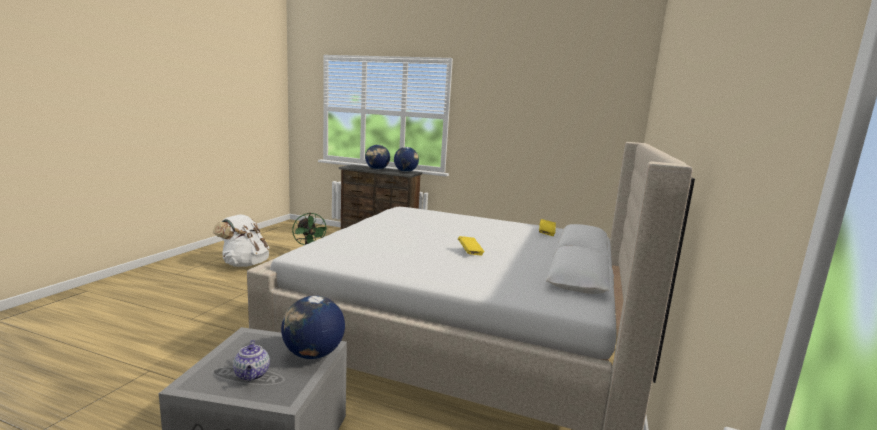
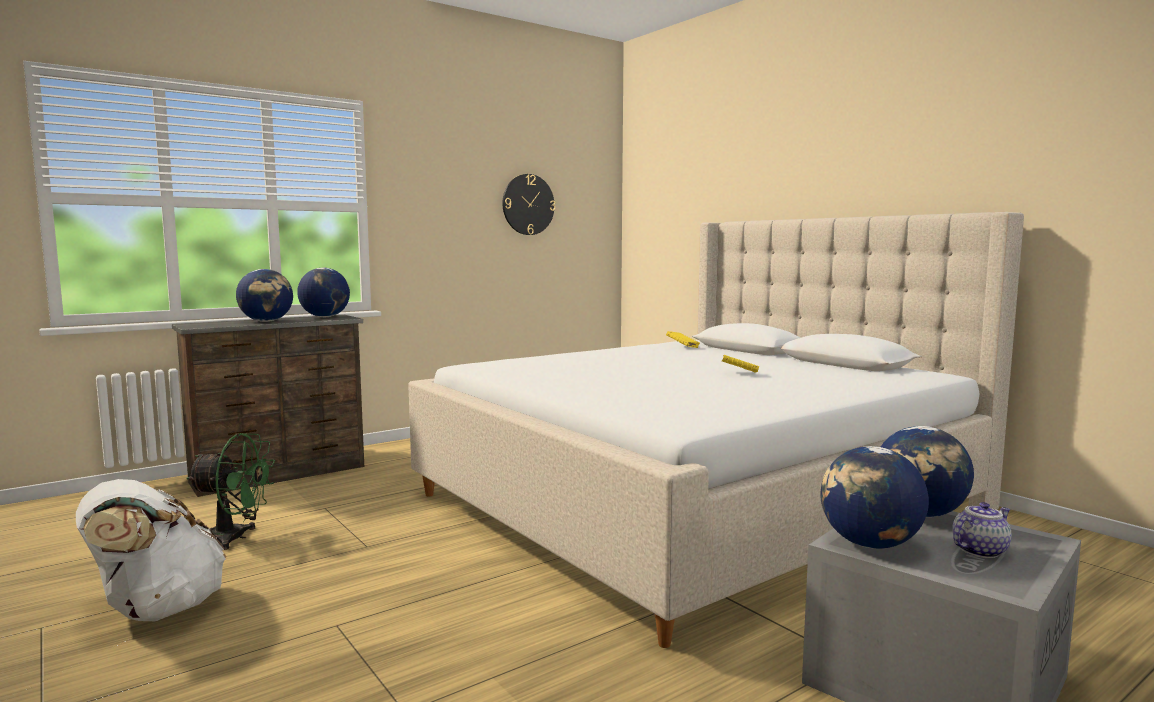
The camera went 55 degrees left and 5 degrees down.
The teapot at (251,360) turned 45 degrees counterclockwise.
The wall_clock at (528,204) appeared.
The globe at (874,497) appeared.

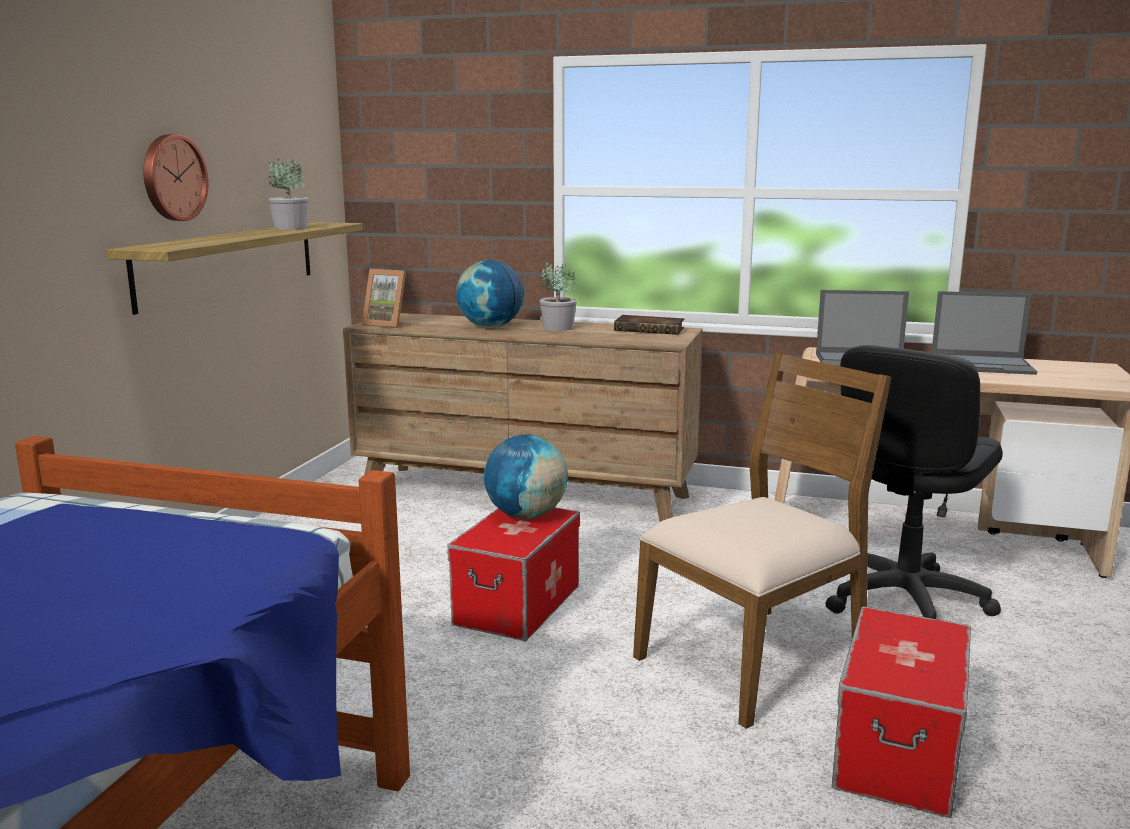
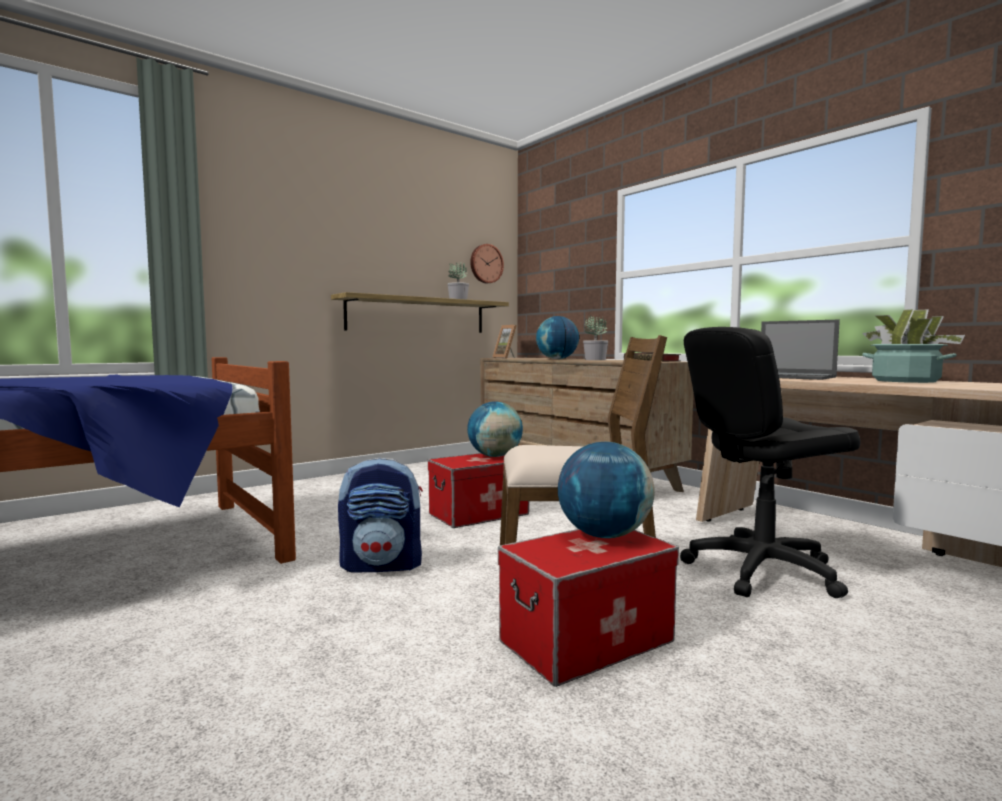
The camera went 35 degrees right and 10 degrees down.
The wall_clock moved from (175,177) to (487,263).
The laptop at (984,333) was replaced by the potted_plant at (913,346).
The backpack at (380,515) appeared.
The globe at (606,490) appeared.

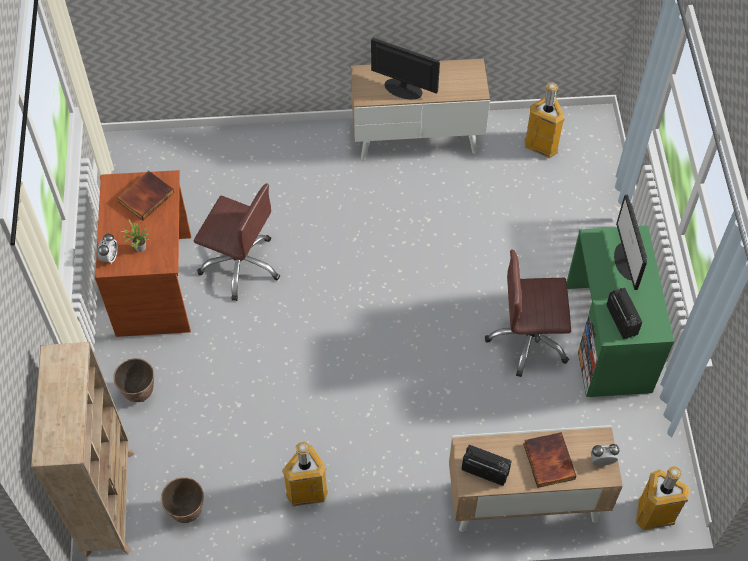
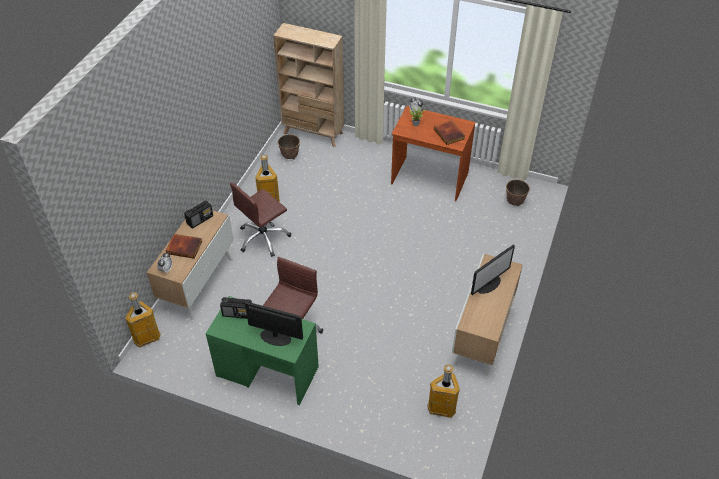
The camera went 115 degrees right and 10 degrees down.
The planter moved from (133,380) to (518,193).
The brown_office_chair moved from (236,242) to (260,220).

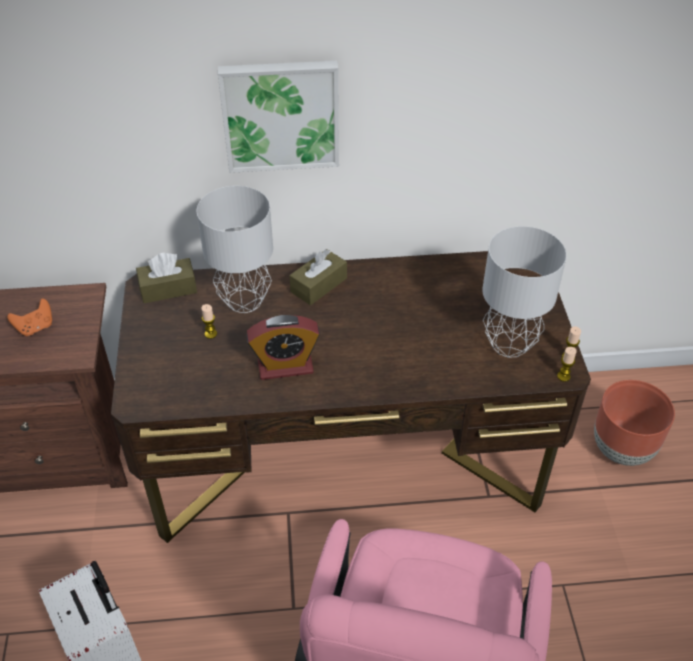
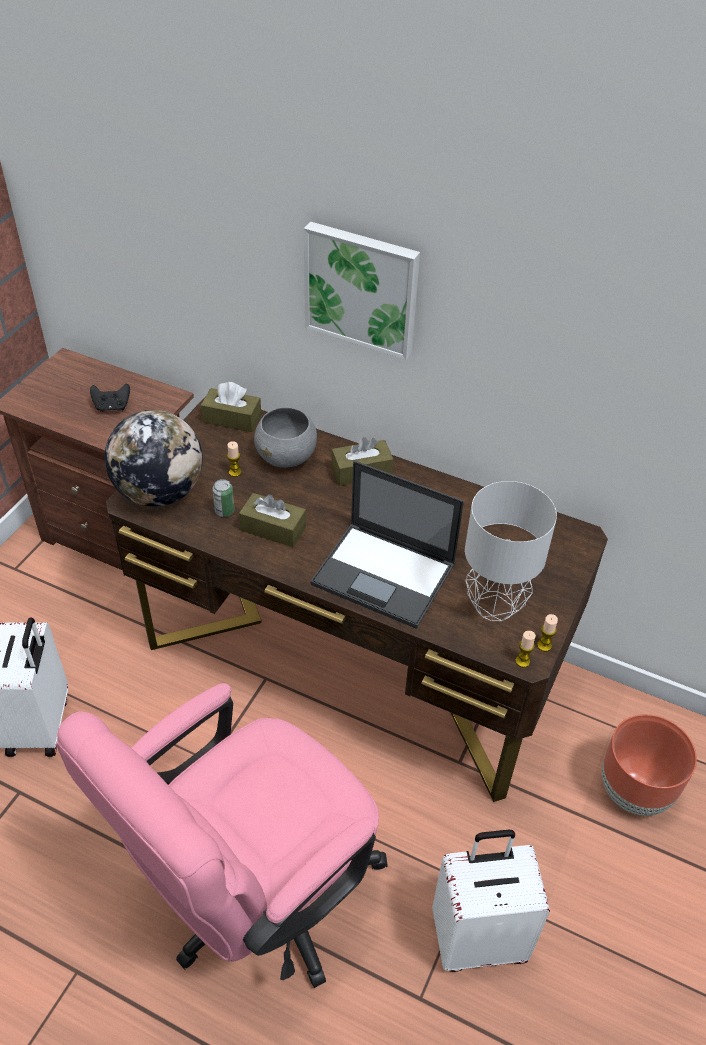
The camera went 30 degrees right and 0 degrees up.
The orange_game_controller at (29,318) became the black_game_controller at (110,397).
The grey_table_lamp at (235,249) was replaced by the grey_bowl at (285,437).
The alarm_clock at (283,347) was replaced by the brown_tissue_box at (272,520).
The globe at (154,458) appeared.
The can at (223,498) appeared.
The laptop at (387,545) appeared.
The white_suitcase at (491,901) appeared.

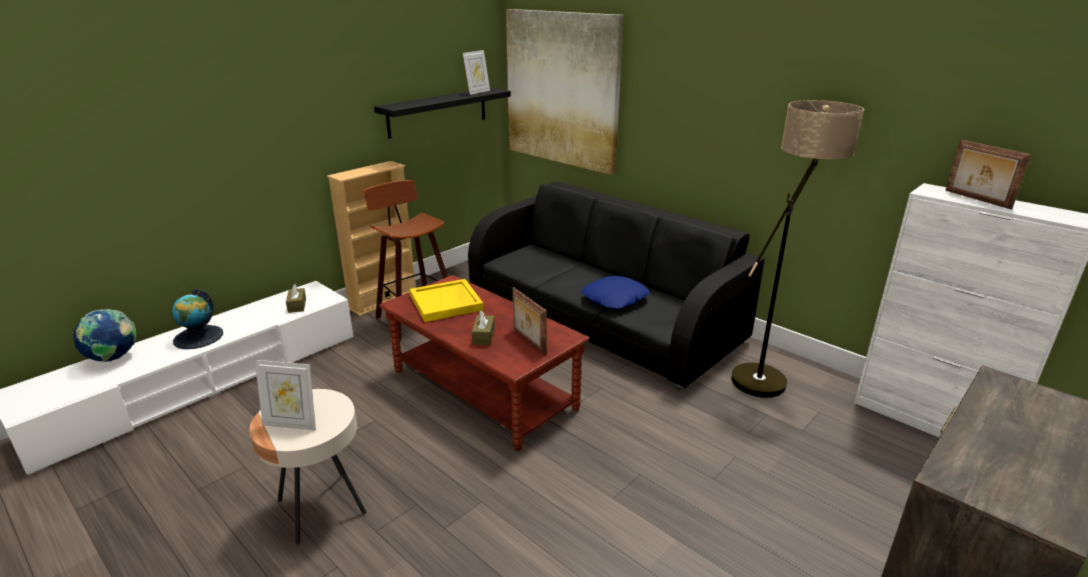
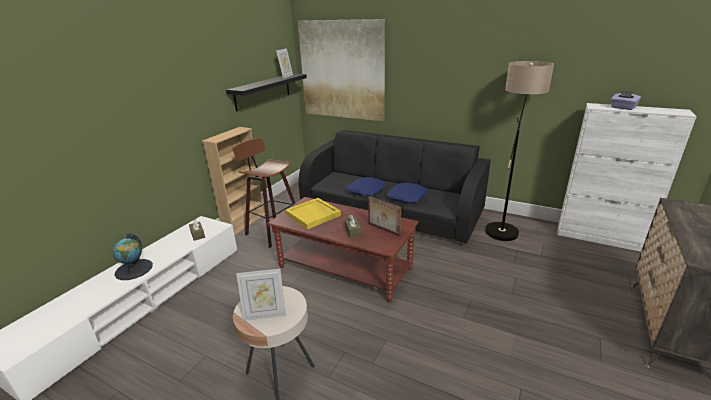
The camera went 15 degrees left and 0 degrees up.
The globe at (105,335) disappeared.
The picture_frame at (988,174) was replaced by the purple_tissue_box at (626,100).
The blue_pillow at (366,186) appeared.

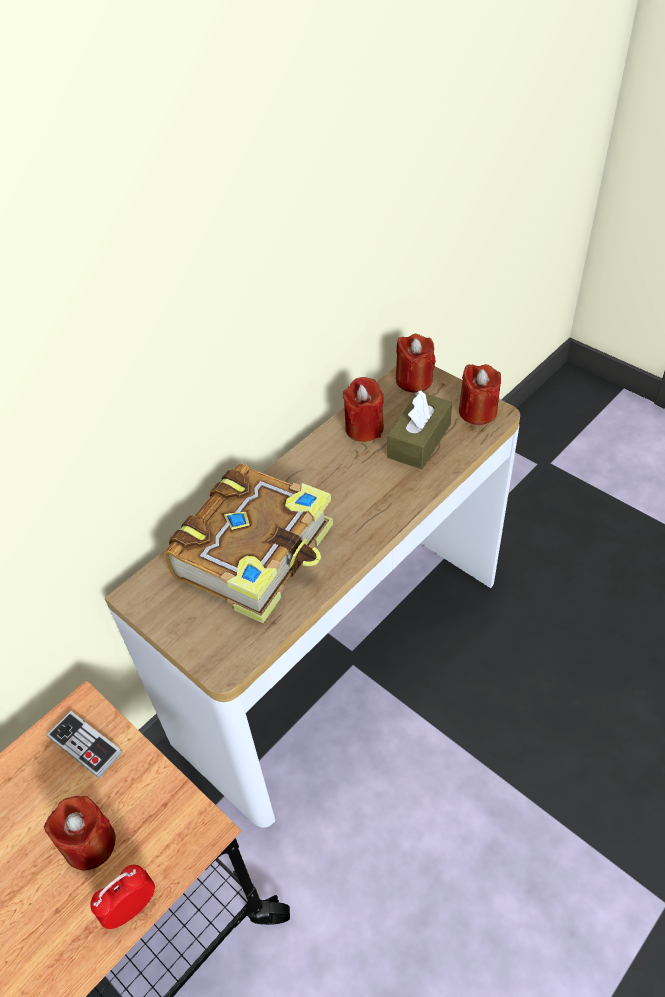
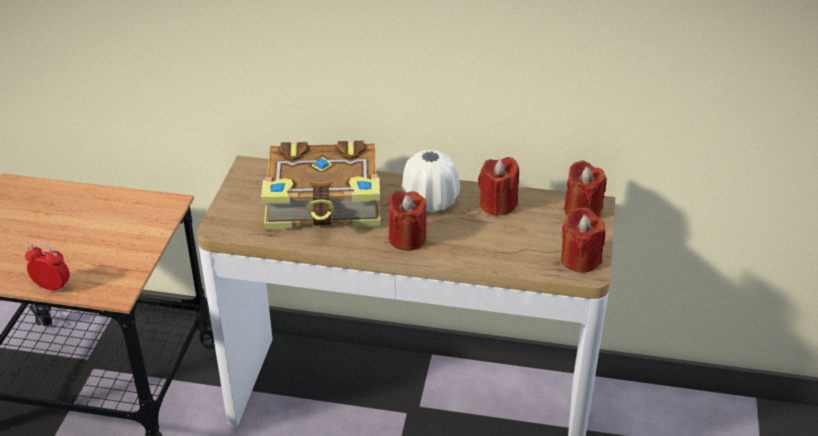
The camera went 55 degrees right and 10 degrees down.
The red_candle moved from (79,833) to (407,221).
The game_controller at (85,744) disappeared.
The brown_tissue_box at (419,429) disappeared.
The white_vase at (431,181) appeared.

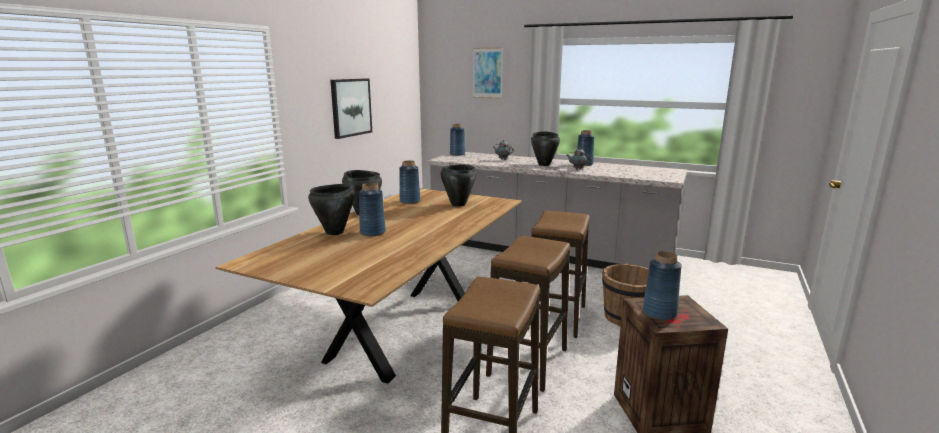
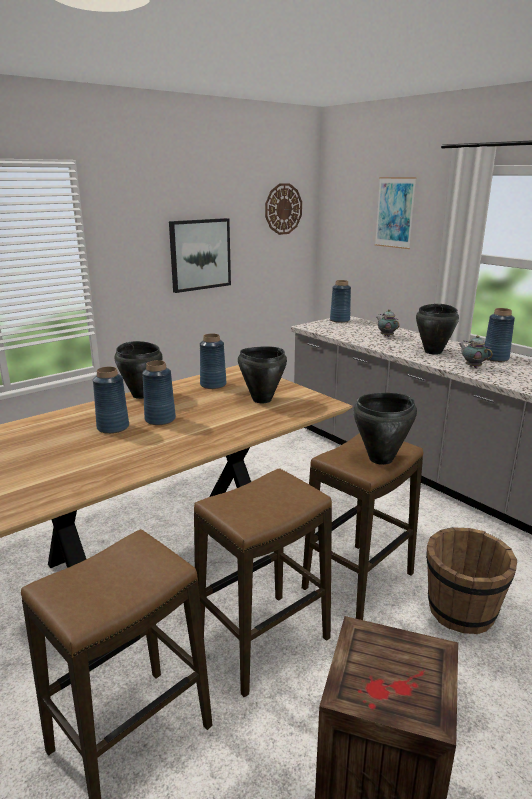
The camera went 25 degrees right and 5 degrees up.
The black_cooking_pot moved from (331,209) to (385,429).
The blue_vase moved from (662,285) to (159,392).
The wall_clock at (283,209) appeared.

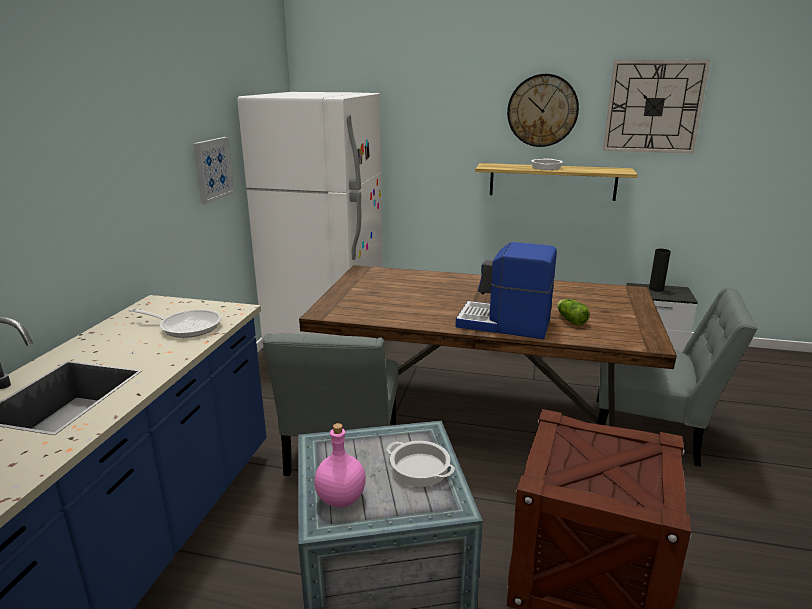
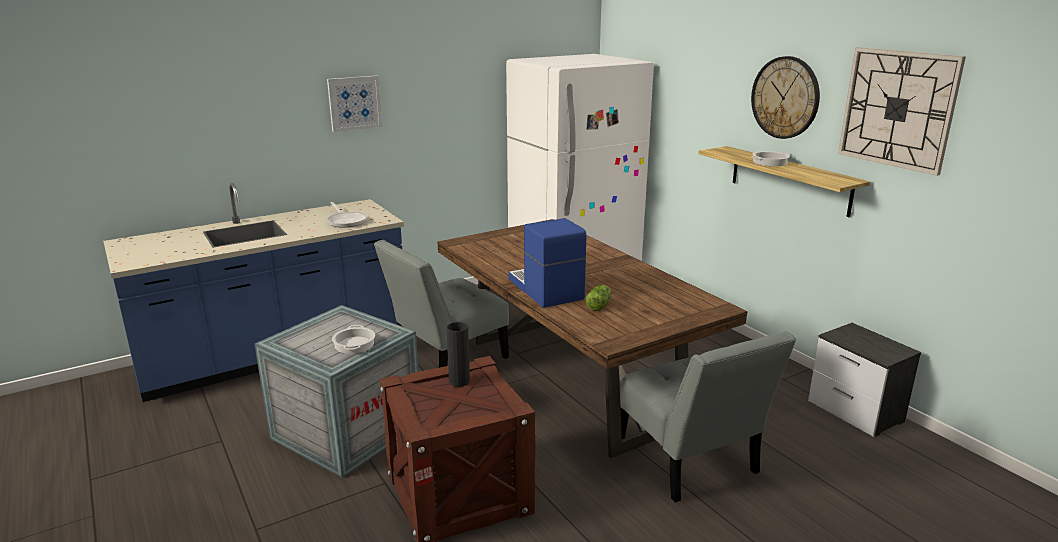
The camera went 45 degrees right and 0 degrees up.
The picture moved from (213,171) to (354,104).
The pink_bottle at (340,465) disappeared.
The black_vase moved from (660,270) to (458,354).

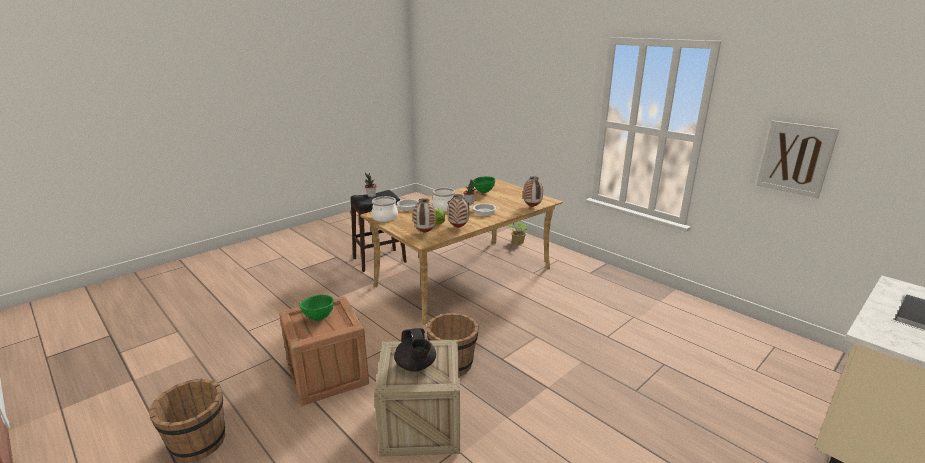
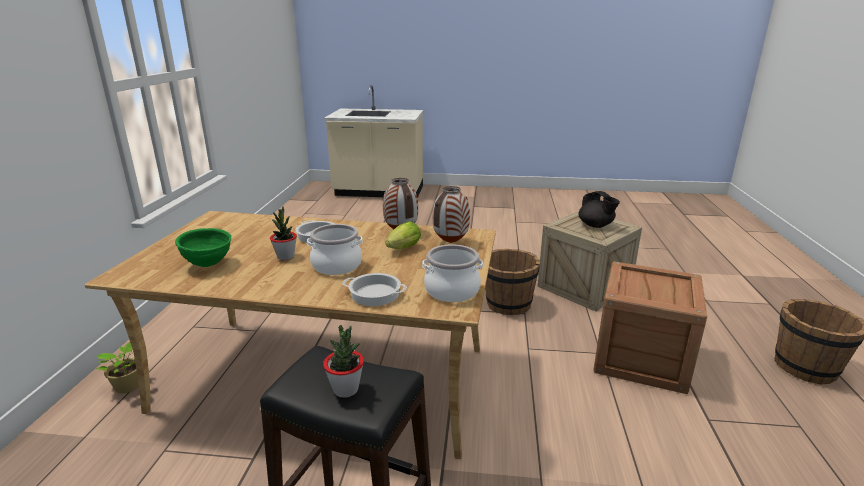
The camera went 130 degrees left and 0 degrees up.
The green_bowl at (316,308) disappeared.
The black_teapot at (415,350) turned 120 degrees clockwise.
The vase at (533,191) disappeared.
The picture at (798,159) disappeared.

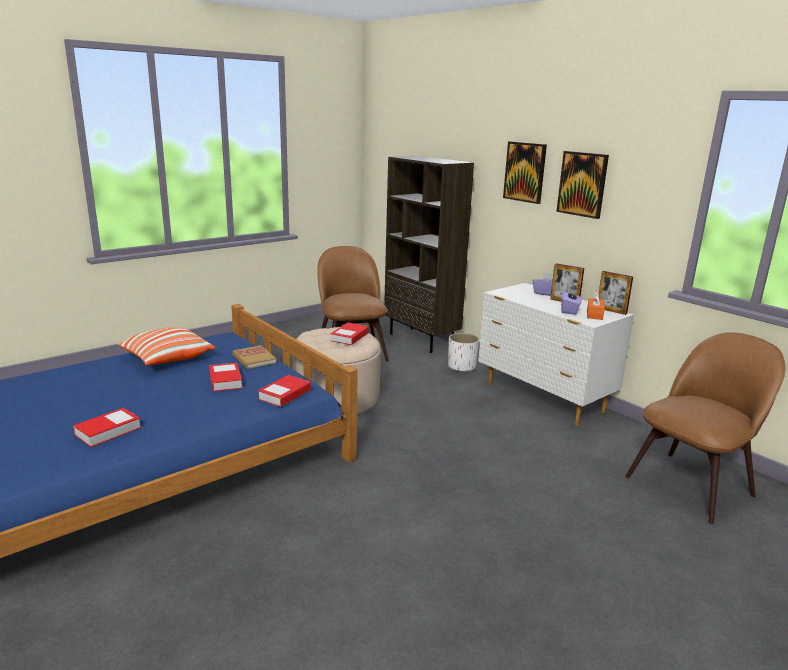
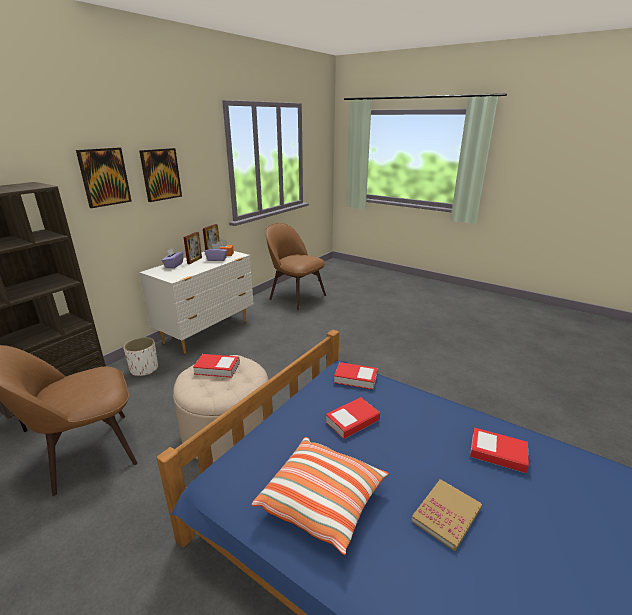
The camera went 105 degrees left and 5 degrees up.
The book moved from (254,357) to (446,515).

